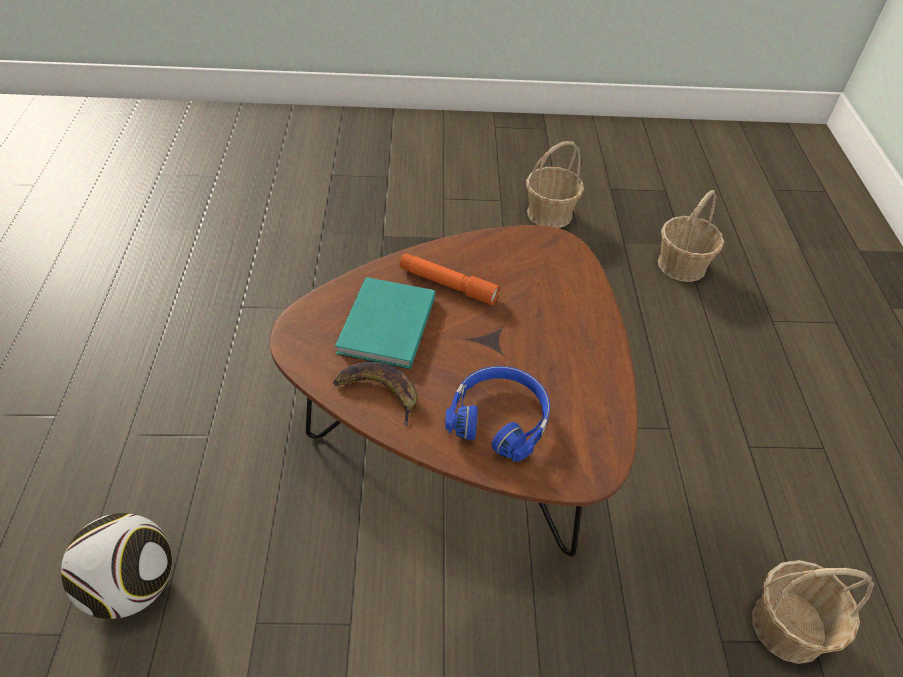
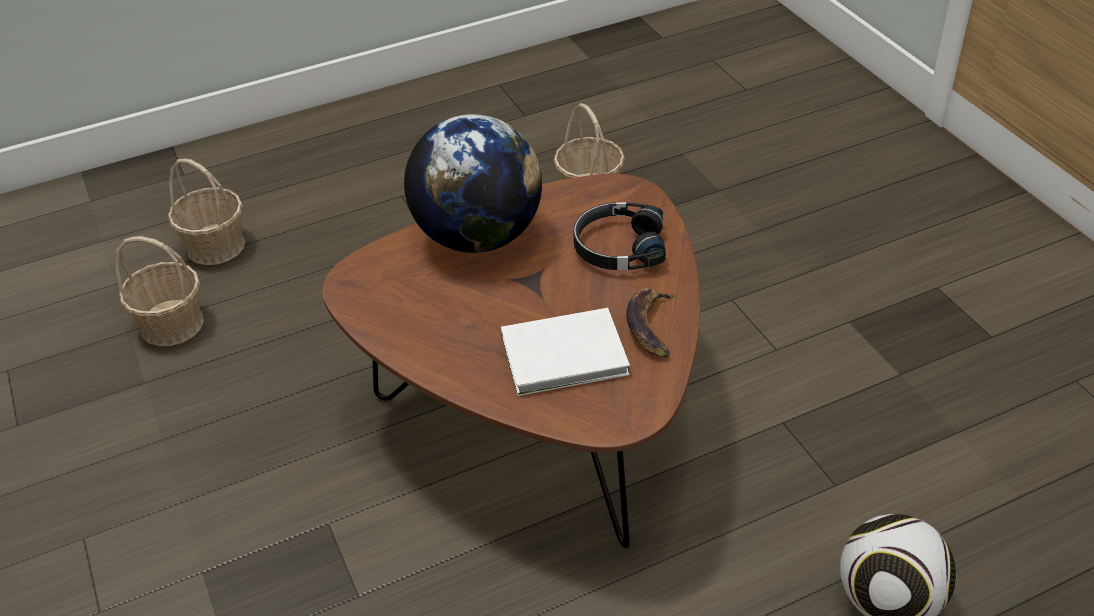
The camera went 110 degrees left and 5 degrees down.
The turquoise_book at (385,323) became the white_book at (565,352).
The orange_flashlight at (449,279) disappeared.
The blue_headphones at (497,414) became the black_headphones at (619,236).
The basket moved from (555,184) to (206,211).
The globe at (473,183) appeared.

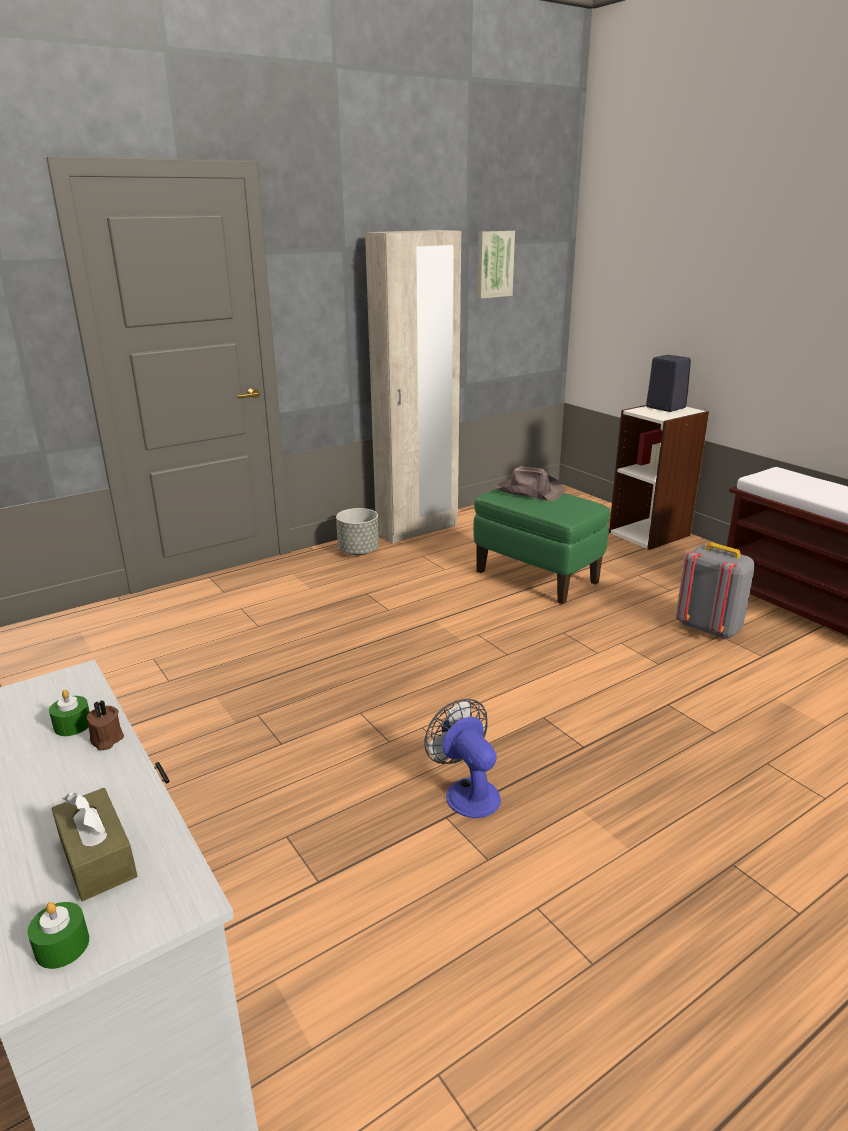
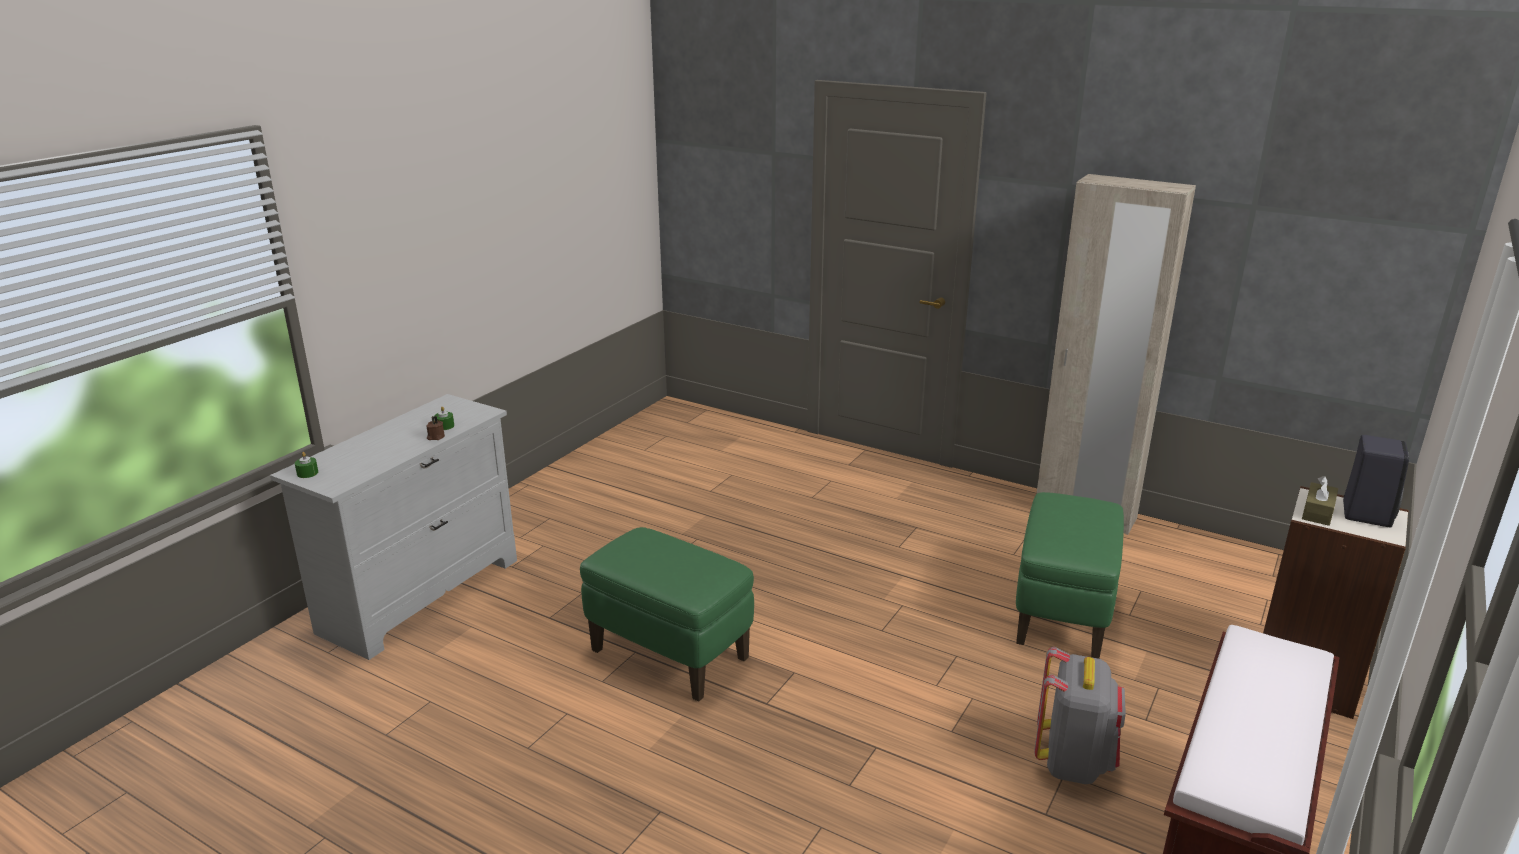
The camera went 65 degrees right and 0 degrees up.
The brown_tissue_box moved from (94,844) to (1320,501).
The grey_planter at (357,531) disappeared.
The fan at (462,758) was replaced by the green_ottoman at (667,614).
The picture at (496,265) disappeared.
The brown_hat at (530,483) disappeared.

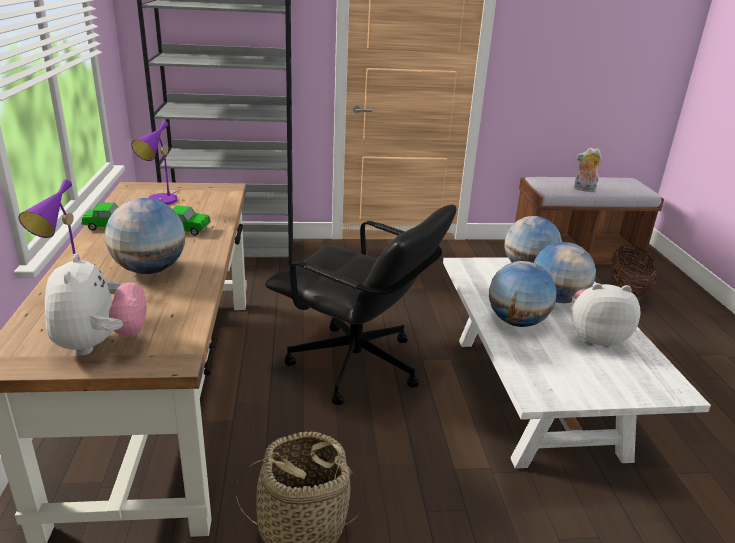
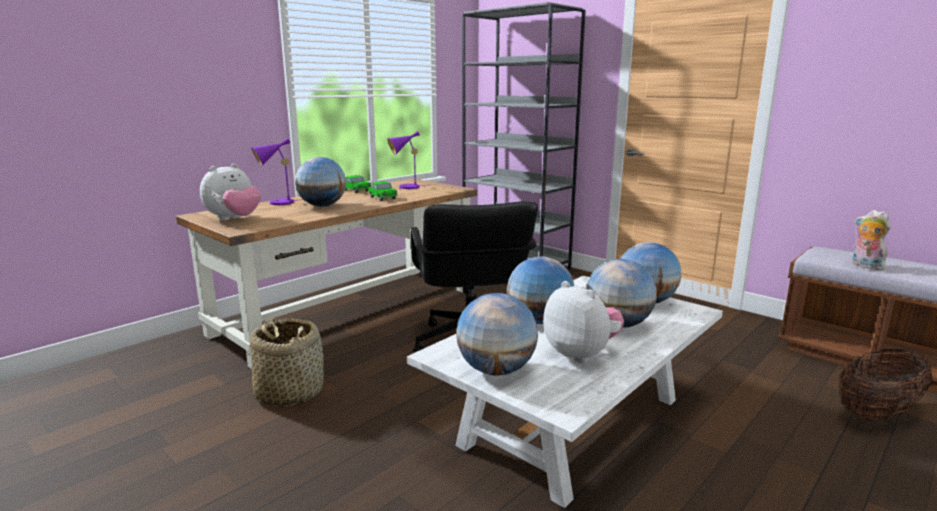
The camera went 50 degrees right and 10 degrees down.
The globe at (497,334) appeared.

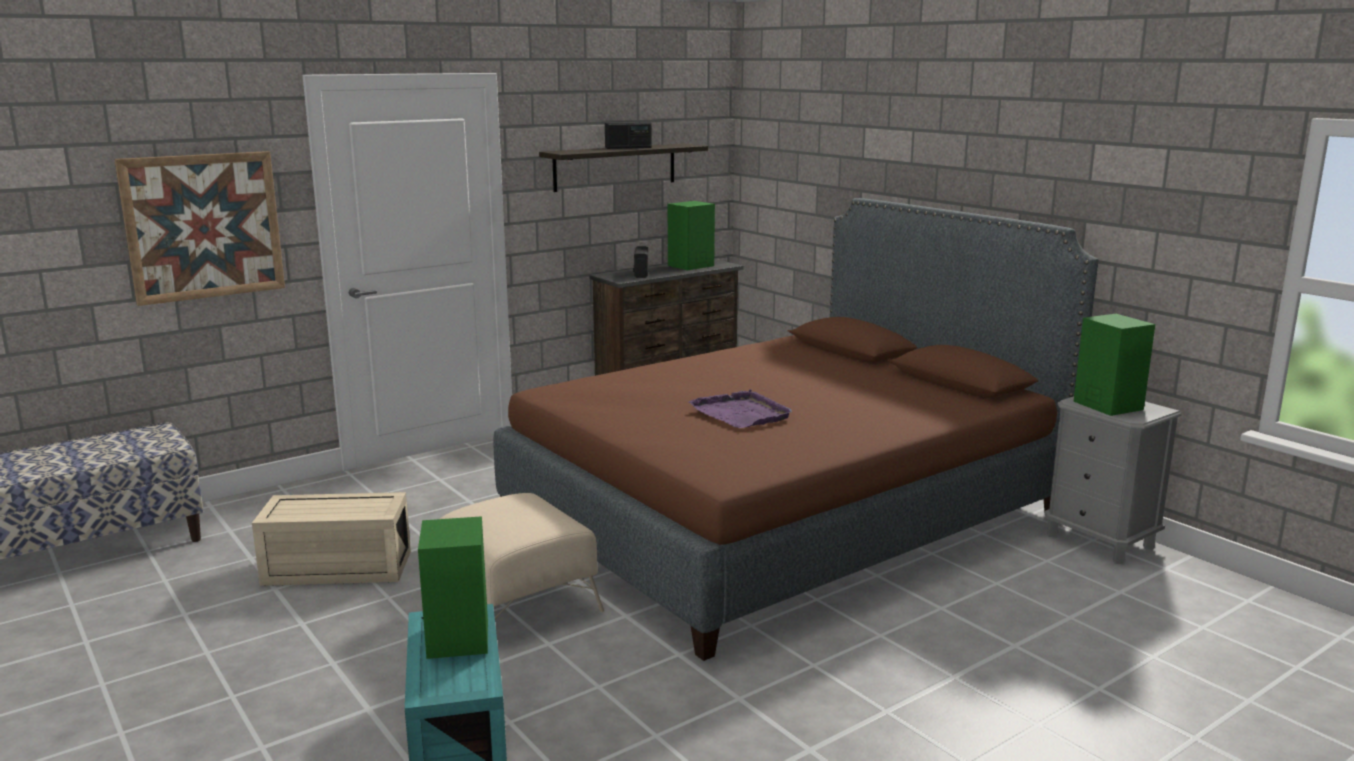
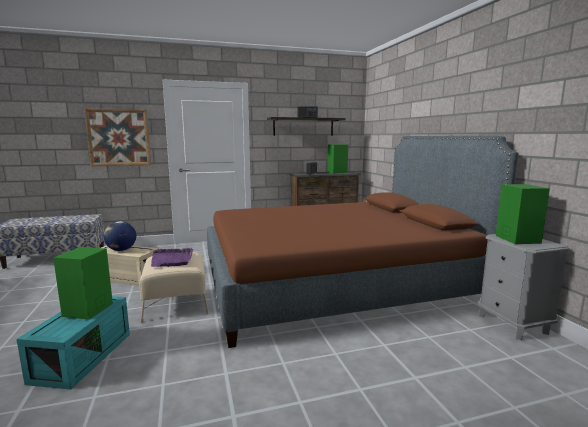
The camera went 20 degrees right and 5 degrees down.
The purple_tray moved from (740,408) to (172,257).
The globe at (119,236) appeared.

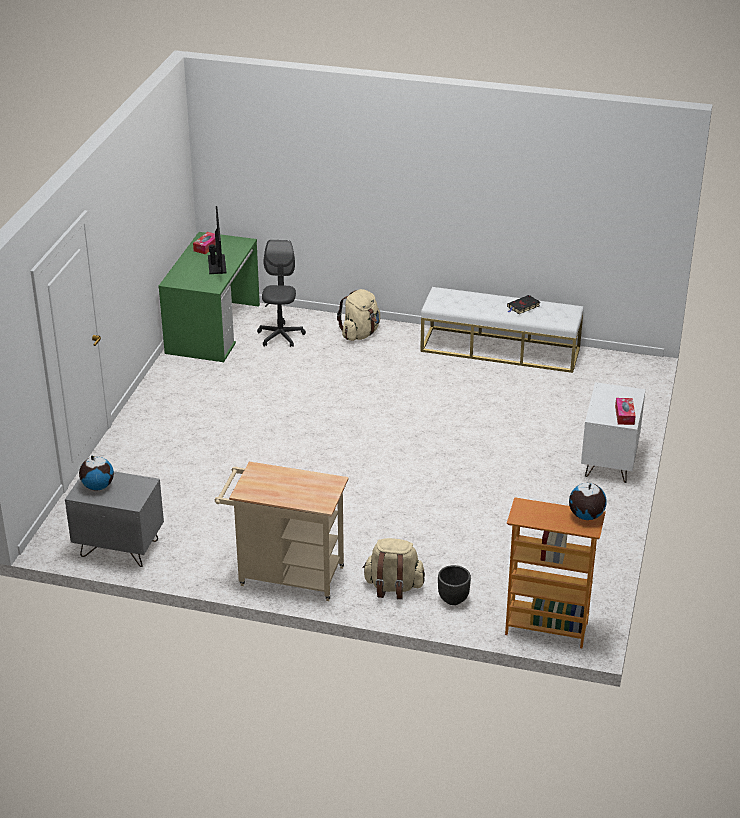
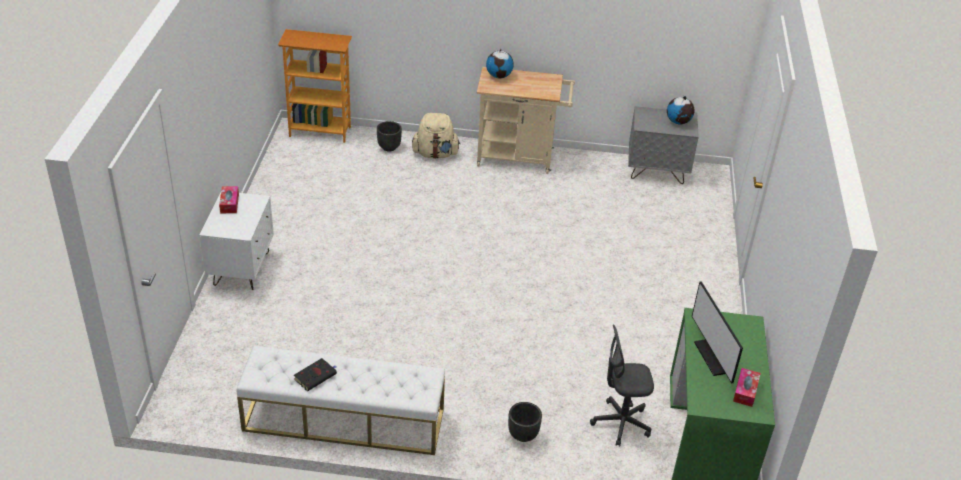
The camera went 170 degrees right and 5 degrees up.
The grey_office_chair at (281,293) turned 90 degrees clockwise.
The beige_backpack at (358,315) was replaced by the black_planter at (525,422).
The globe moved from (588,501) to (500,63).

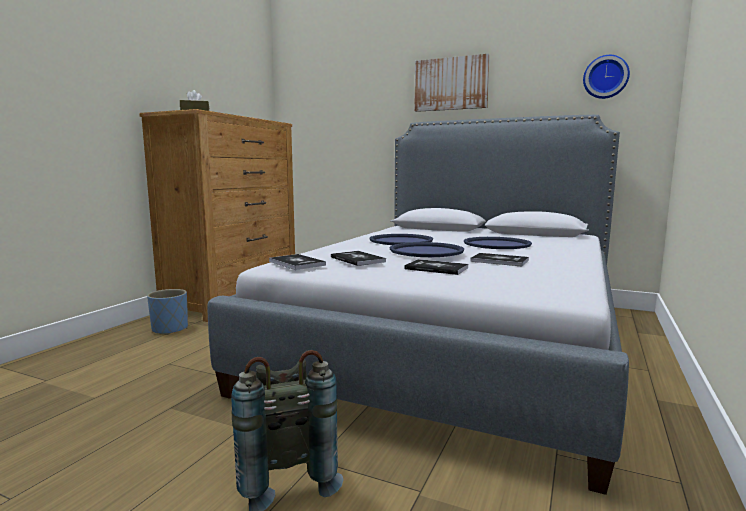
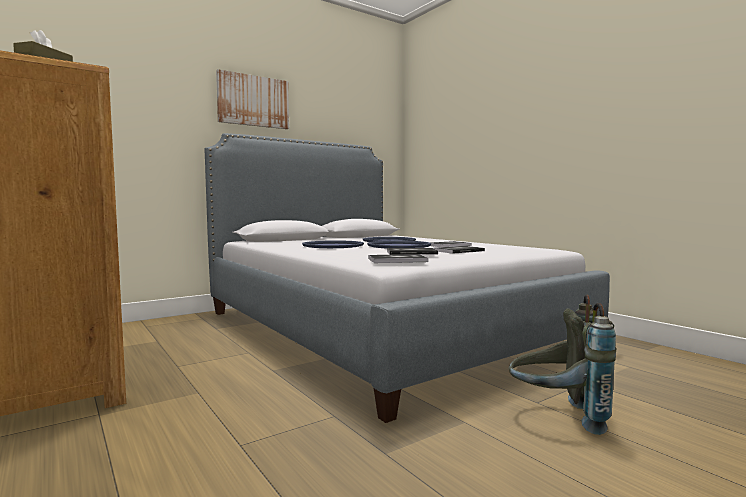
The camera went 60 degrees left and 5 degrees down.
The blue_planter at (167,312) disappeared.
The wall_clock at (606,77) disappeared.

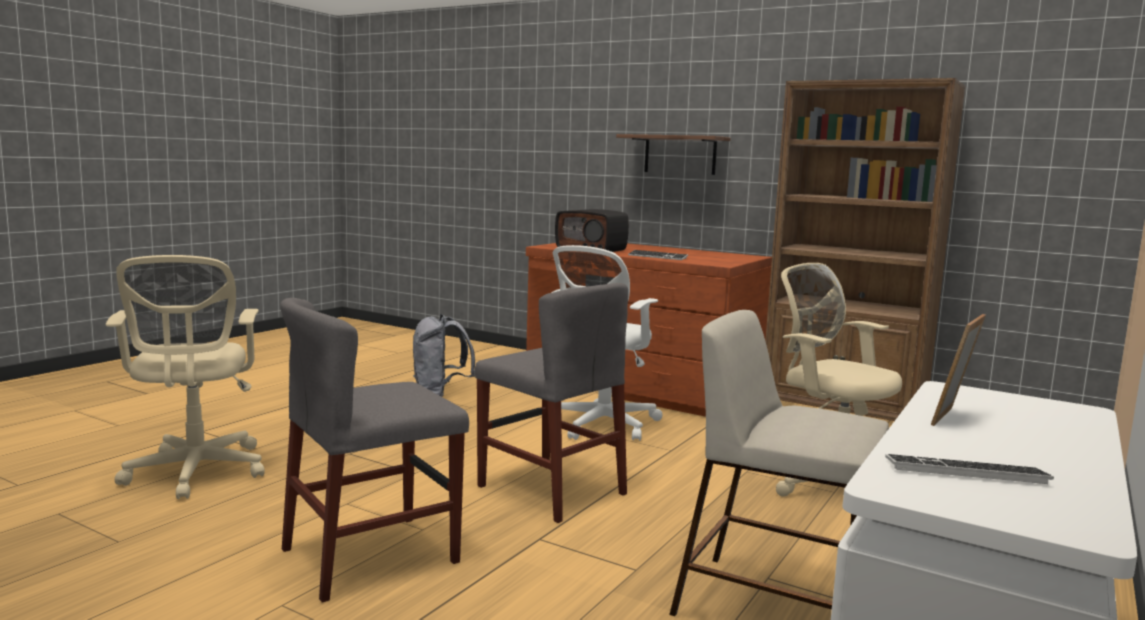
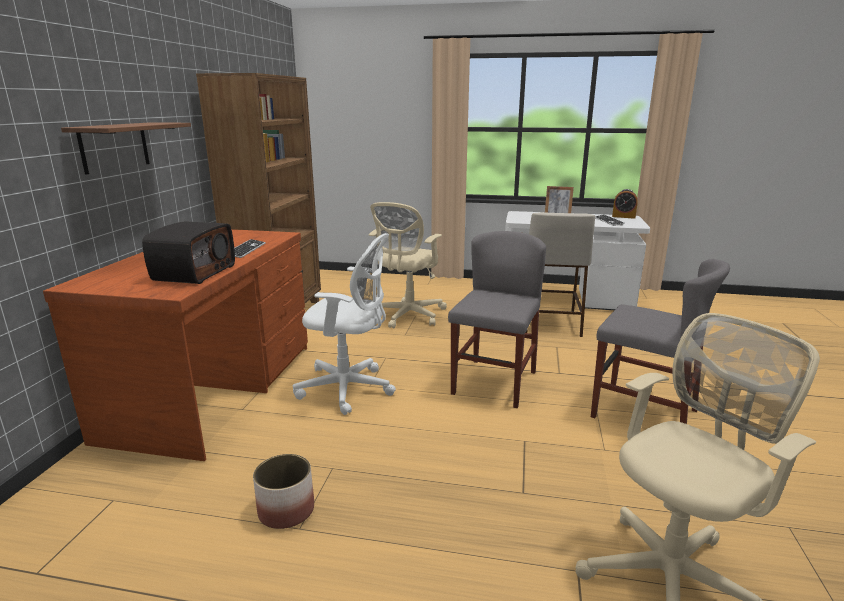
The camera went 110 degrees left and 10 degrees up.
The grey_backpack at (444,355) was replaced by the planter at (283,491).
The alarm_clock at (625,204) appeared.

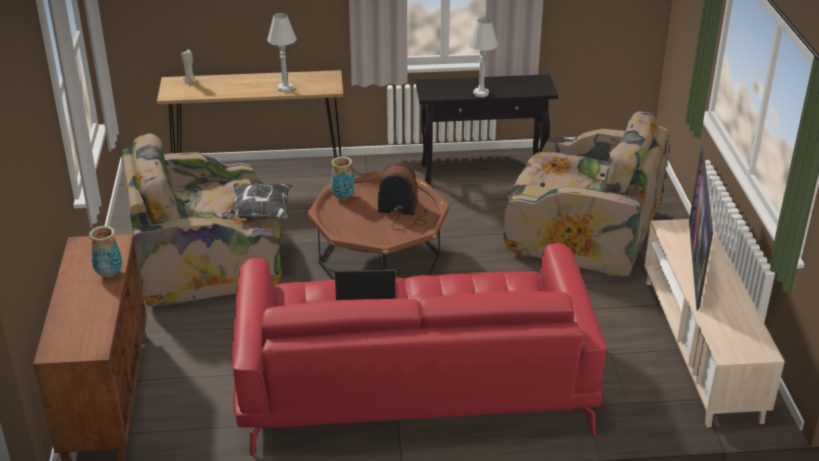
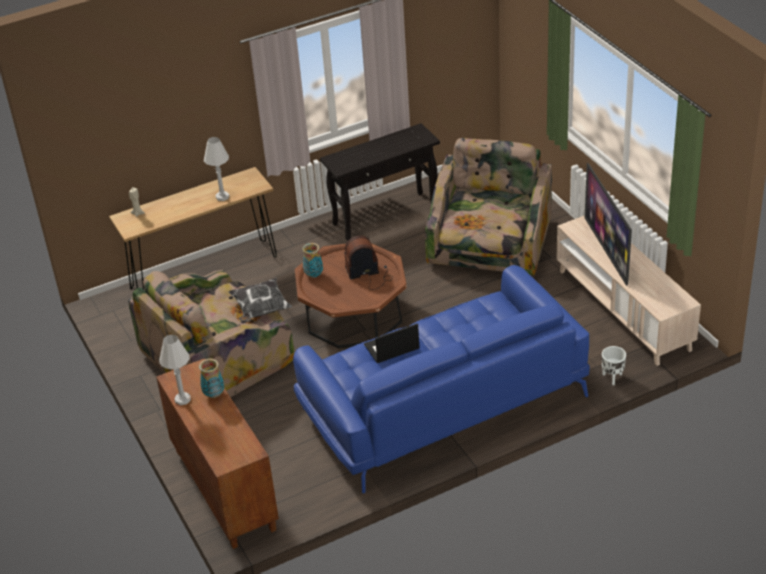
The camera went 20 degrees left and 5 degrees up.
The red_sofa at (419,349) became the blue_sofa at (441,379).
The white_table_lamp moved from (483,57) to (175,370).
The armchair at (586,194) turned 75 degrees counterclockwise.
The white_planter at (614,365) appeared.

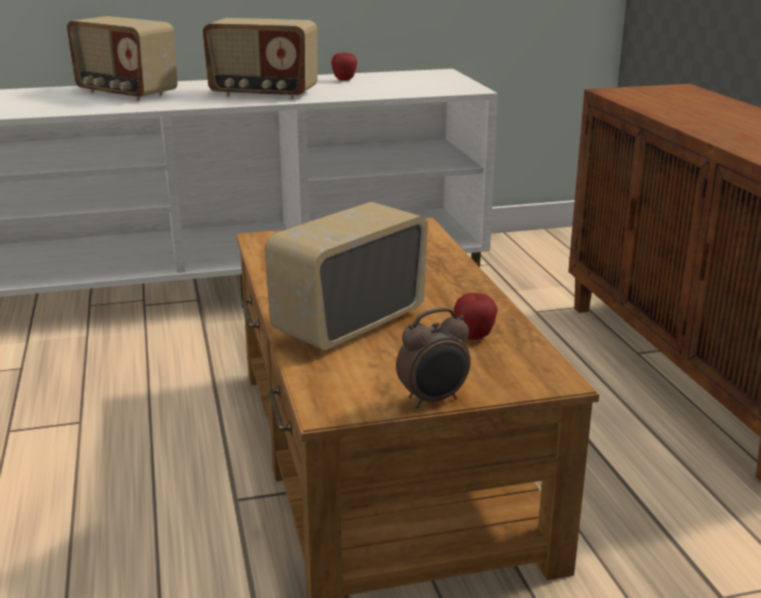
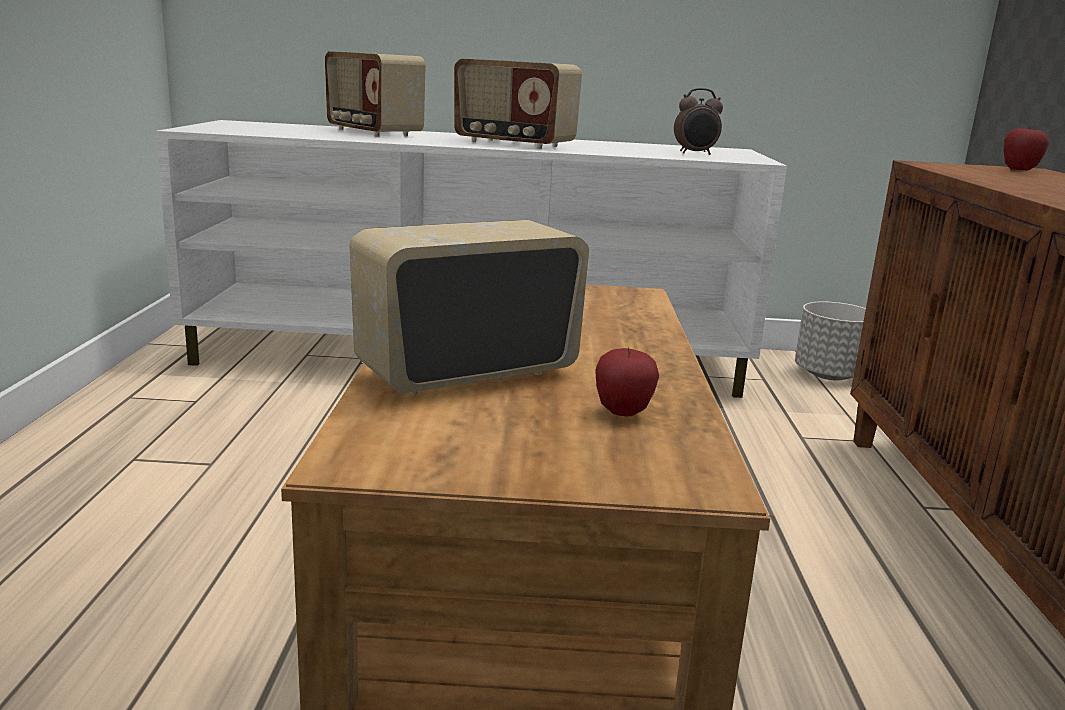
The camera went 15 degrees right and 5 degrees down.
The apple moved from (344,67) to (1026,148).
The alarm_clock moved from (433,358) to (698,121).
The grey_planter at (830,341) appeared.

